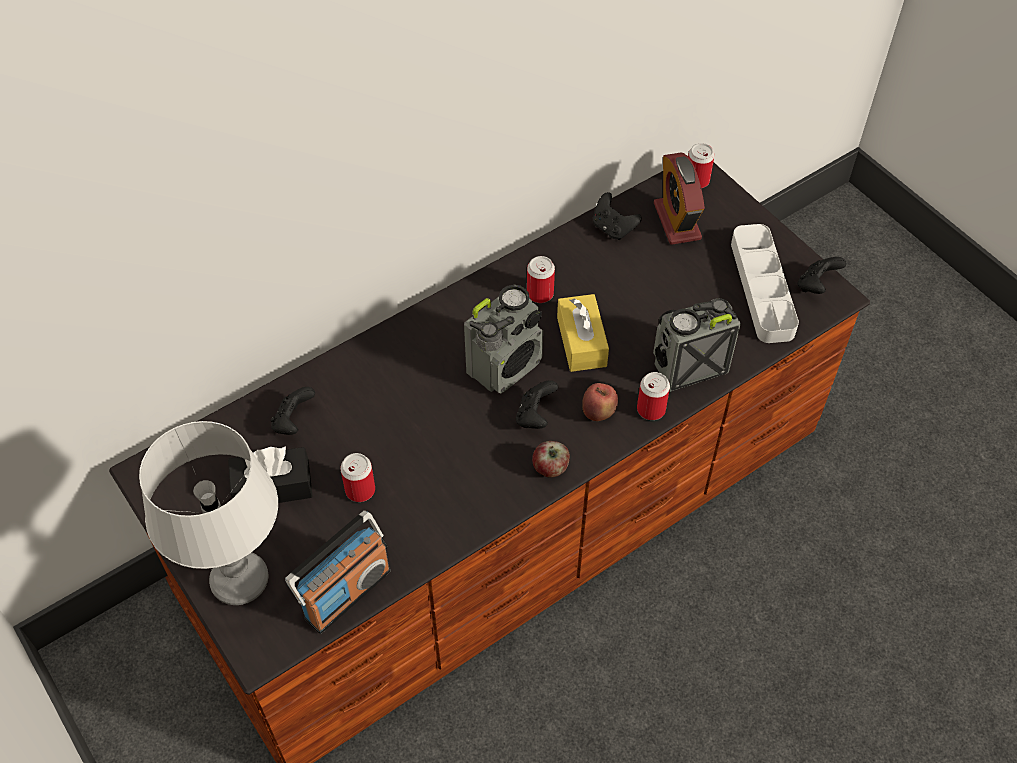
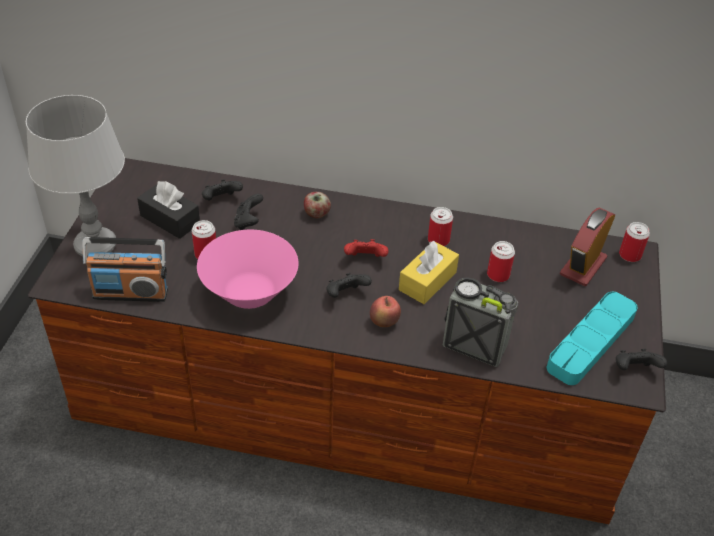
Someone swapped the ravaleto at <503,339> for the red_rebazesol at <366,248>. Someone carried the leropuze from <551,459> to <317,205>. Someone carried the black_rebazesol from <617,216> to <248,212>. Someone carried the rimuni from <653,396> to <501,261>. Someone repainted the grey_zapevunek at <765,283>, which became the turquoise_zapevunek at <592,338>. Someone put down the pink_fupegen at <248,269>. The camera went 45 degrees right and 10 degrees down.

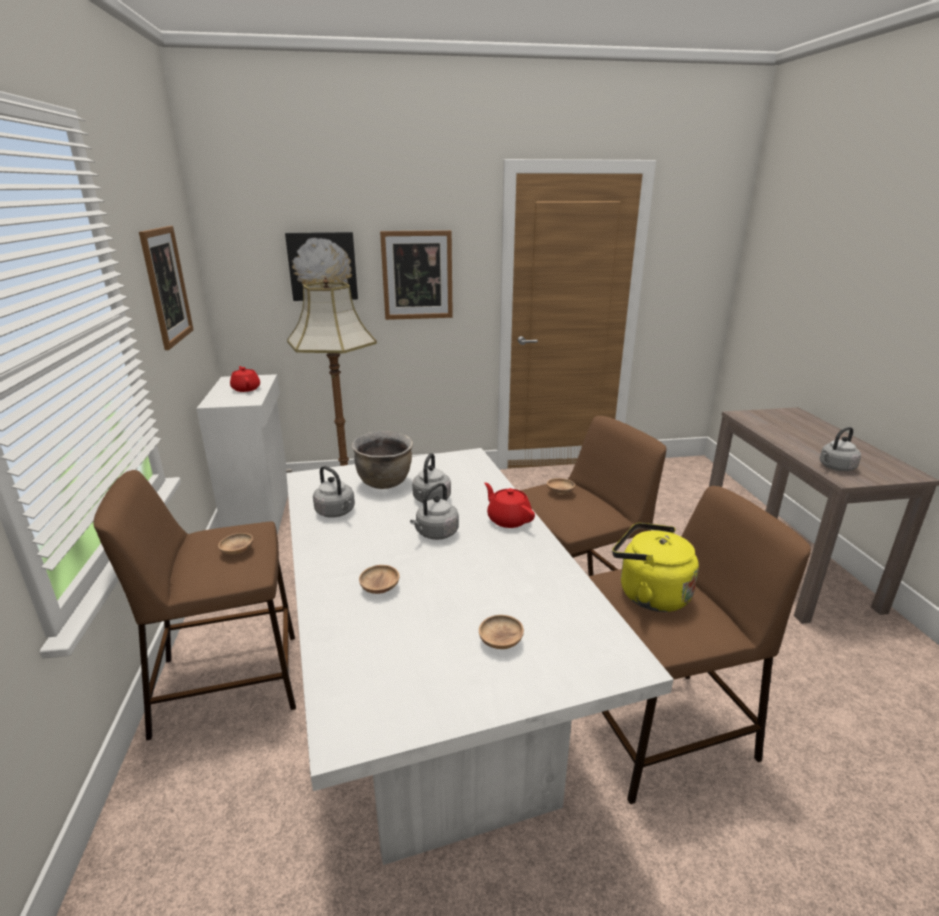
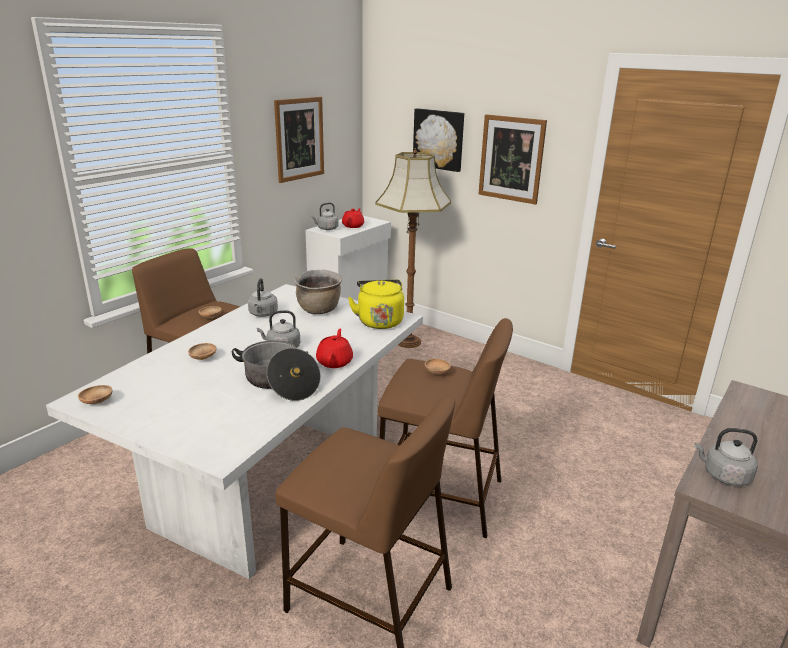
Someone carried the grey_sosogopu from <431,478> to <324,216>. Someone carried the brown_fupegen from <501,632> to <95,394>. Someone carried the yellow_sosogopu from <655,567> to <376,304>. Someone put down the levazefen at <276,370>. The camera went 45 degrees right and 0 degrees up.

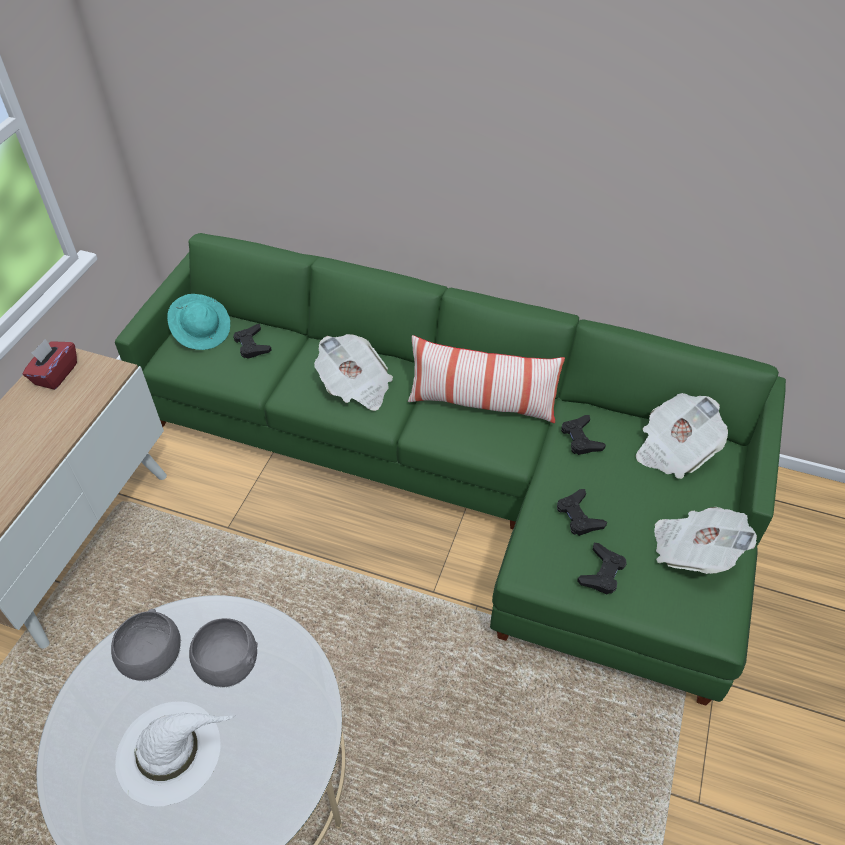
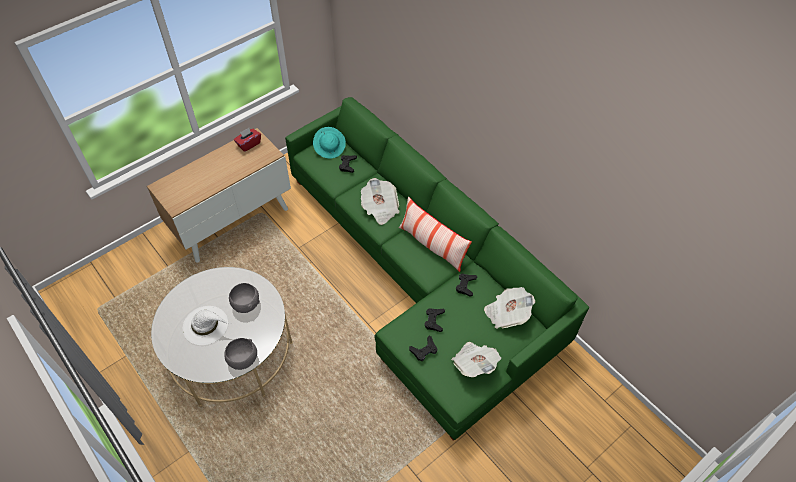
Someone carried the grey_fupegen from <146,644> to <240,354>. The camera went 30 degrees right and 5 degrees up.

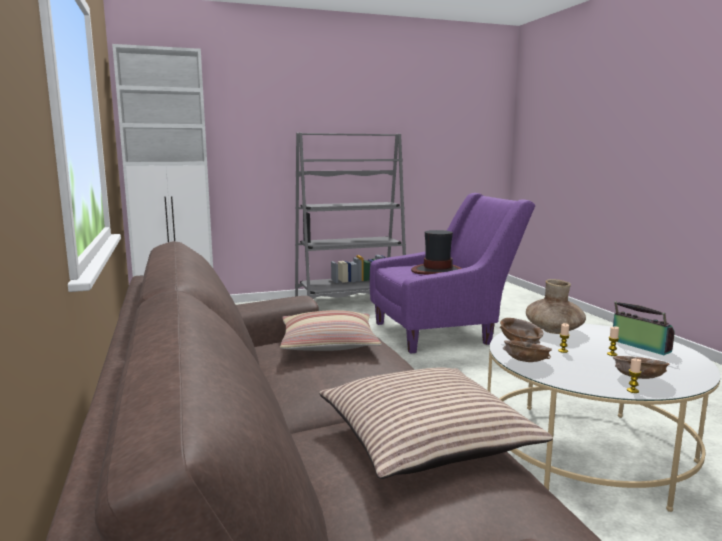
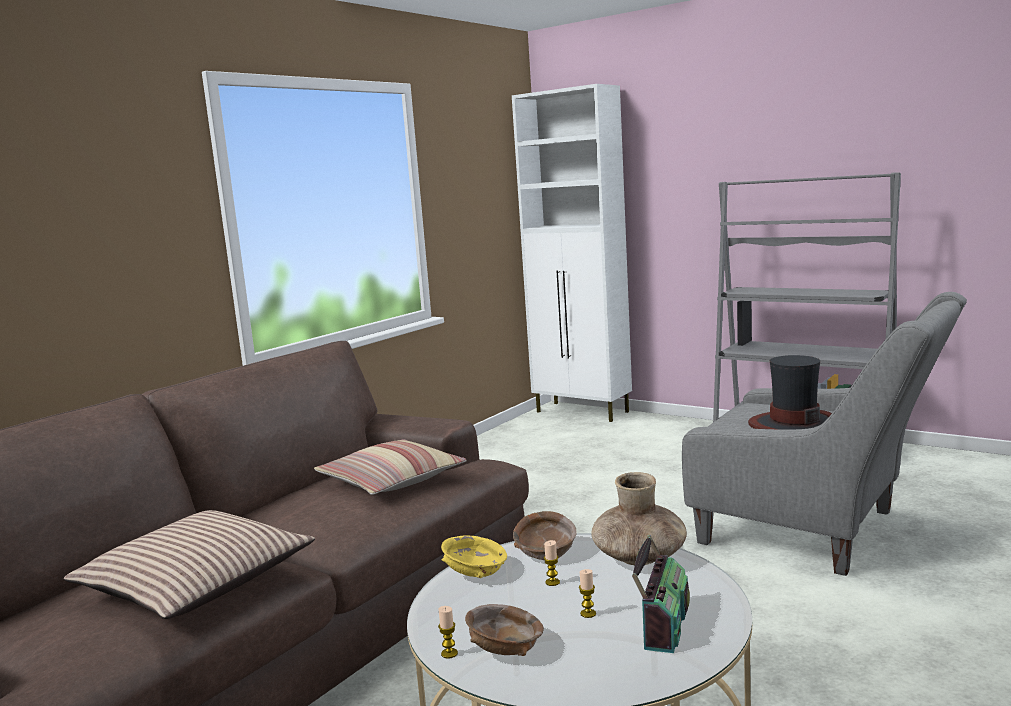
Someone repainted the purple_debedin at <452,273>, which became the grey_debedin at <824,434>. Someone repainted the brown_fupegen at <527,351>, which became the yellow_fupegen at <474,556>. The camera went 55 degrees right and 0 degrees up.

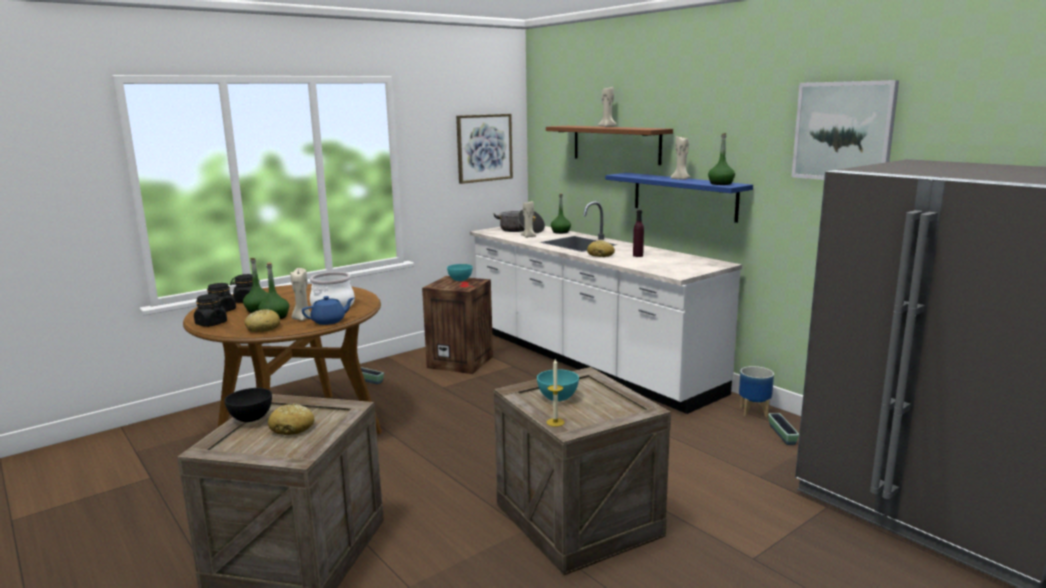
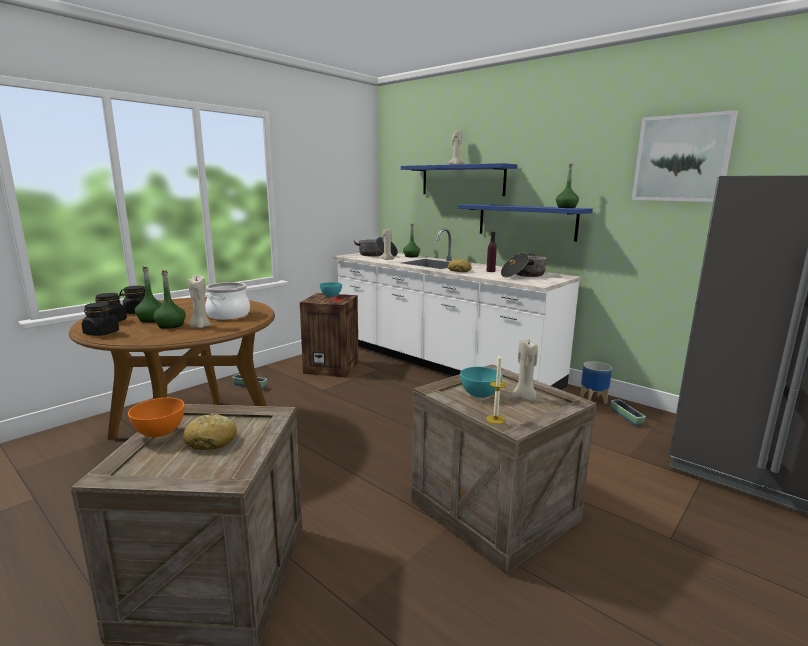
Someone repainted the black_fupegen at <248,405>, which became the orange_fupegen at <156,417>. Someone took away the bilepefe at <262,320>. Someone took away the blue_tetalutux at <328,310>. Someone took away the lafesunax at <484,149>. Someone repainted the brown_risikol at <609,145>, which became the blue_risikol at <459,179>. Someone carried the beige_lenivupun from <680,158> to <524,370>. Someone put down the levazefen at <524,265>. The camera went 10 degrees left and 0 degrees up.

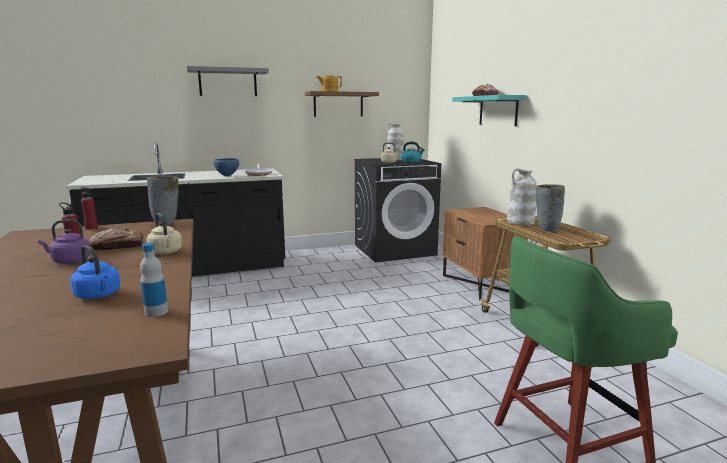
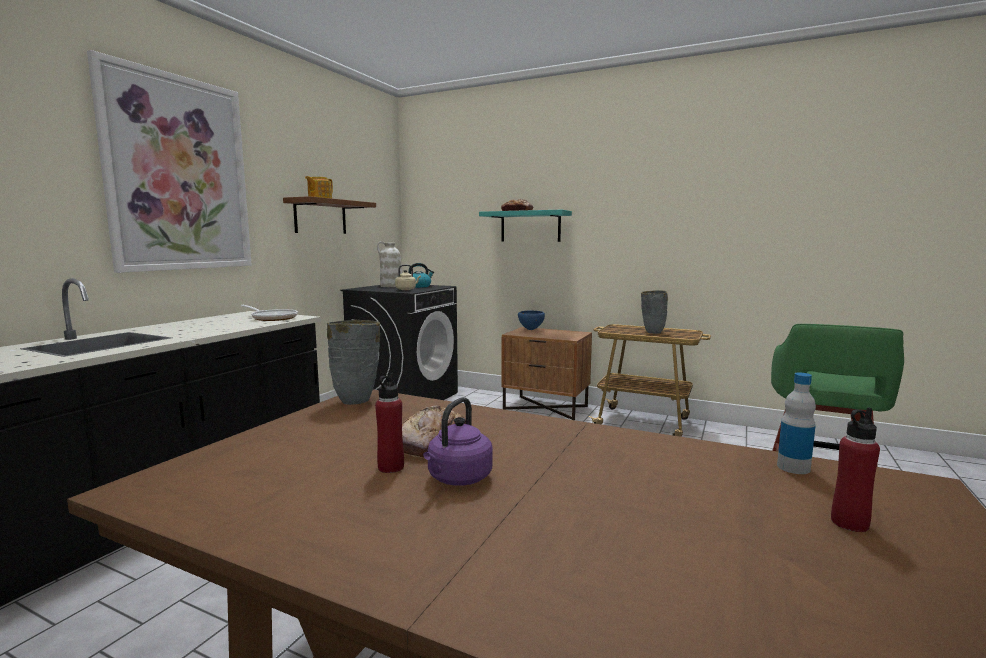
Someone took away the blue_sosogopu at <95,272>. Someone carried the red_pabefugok from <89,208> to <855,470>. Someone took away the beige_sosogopu at <164,233>. Someone swapped the grey_risikol at <228,81> for the lafesunax at <169,161>. Someone carried the blue_fupegen from <226,167> to <531,320>. Someone took away the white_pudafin at <522,196>. The camera went 45 degrees left and 5 degrees down.

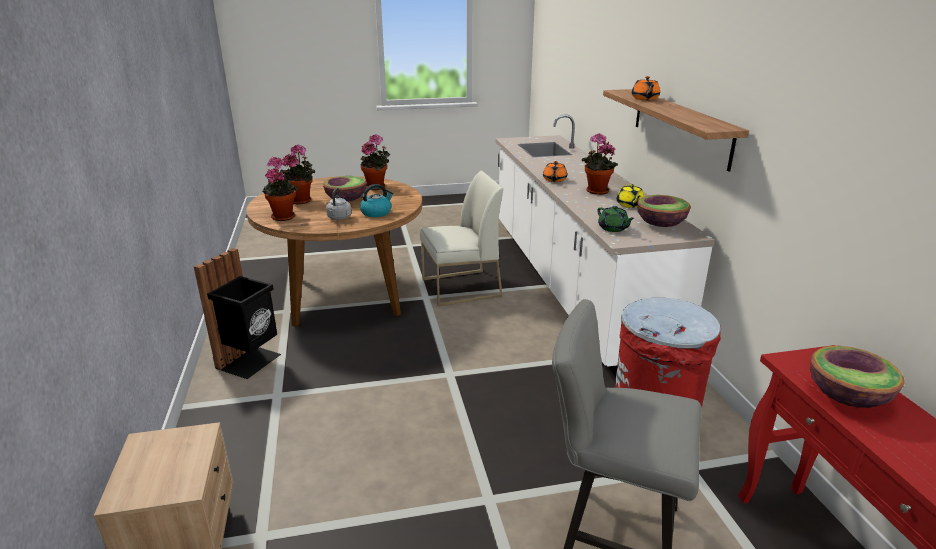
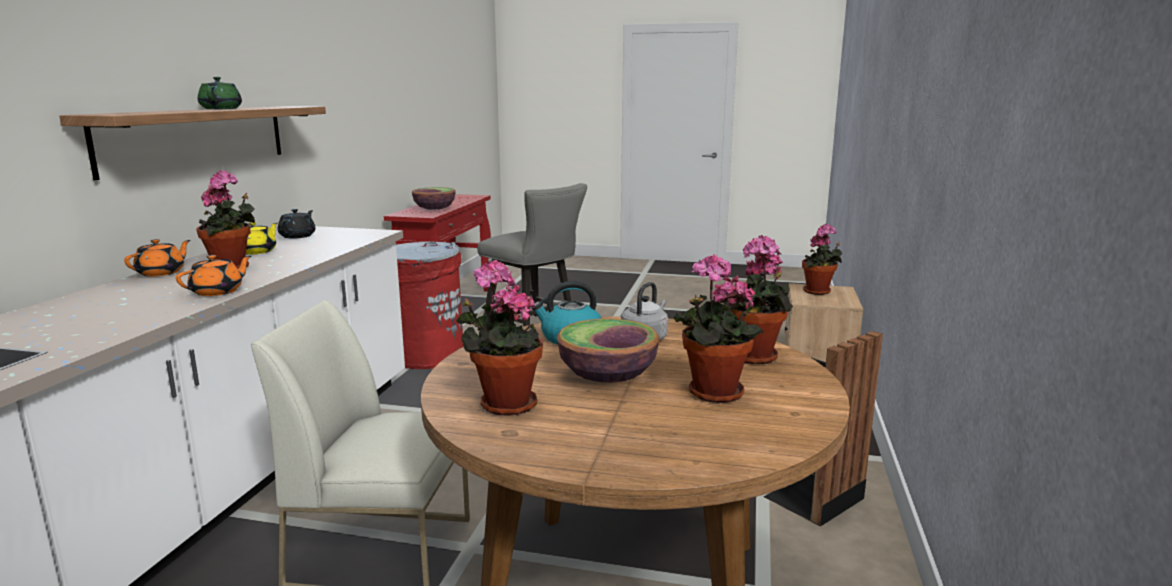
Someone carried the green_tetalutux from <616,219> to <220,93>. Someone carried the orange_tetalutux from <646,88> to <157,258>. Someone swapped the fupegen at <664,211> for the black_tetalutux at <297,224>. Someone put down the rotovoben at <822,259>. The camera went 155 degrees left and 10 degrees down.

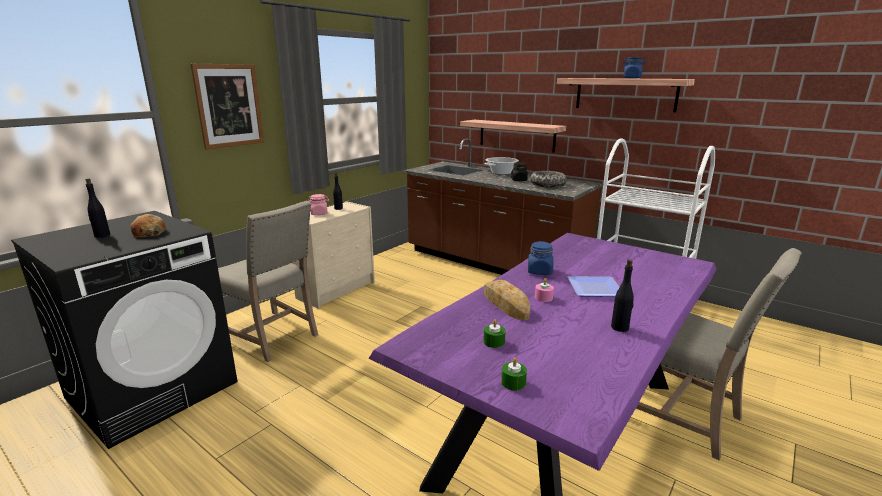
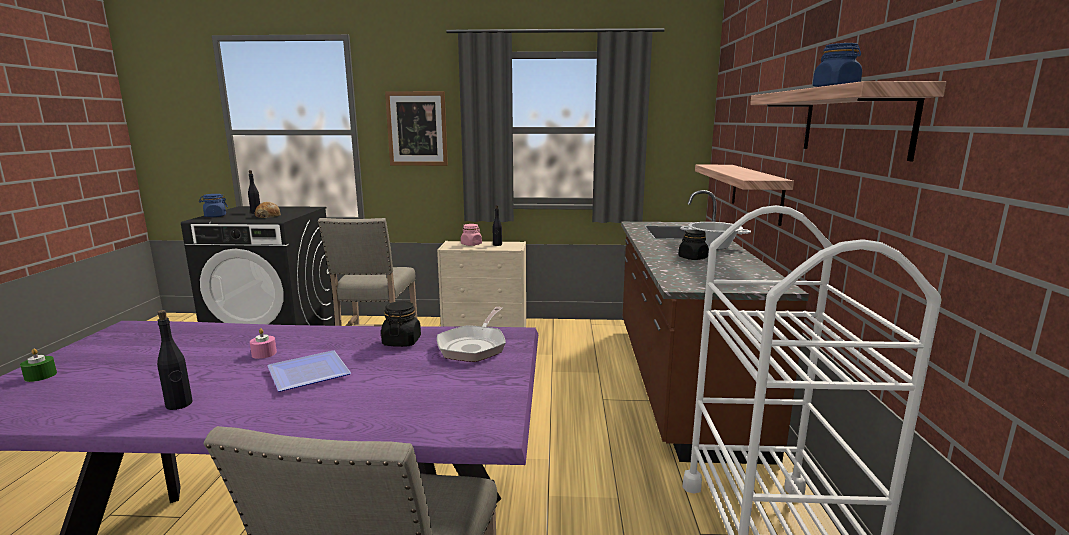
Someone took away the green_lenivupun at <494,333>. Someone took away the bilepefe at <507,300>. Someone carried the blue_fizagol from <541,258> to <213,205>. Someone took away the fupegen at <548,179>. Someone put down the black_fizagol at <401,324>. Someone put down the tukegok at <471,334>. The camera went 55 degrees right and 5 degrees down.

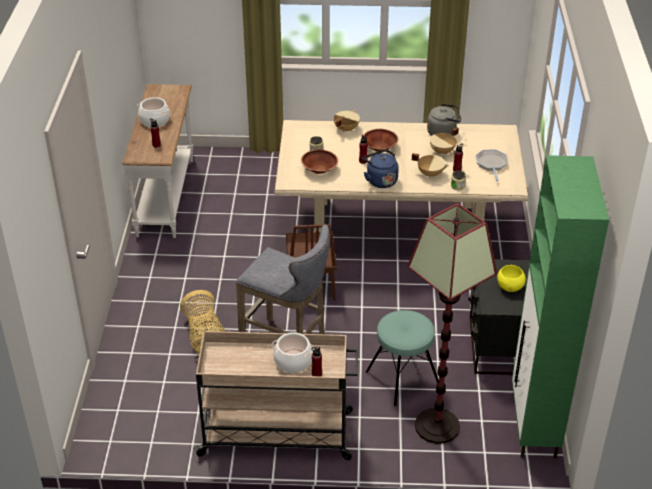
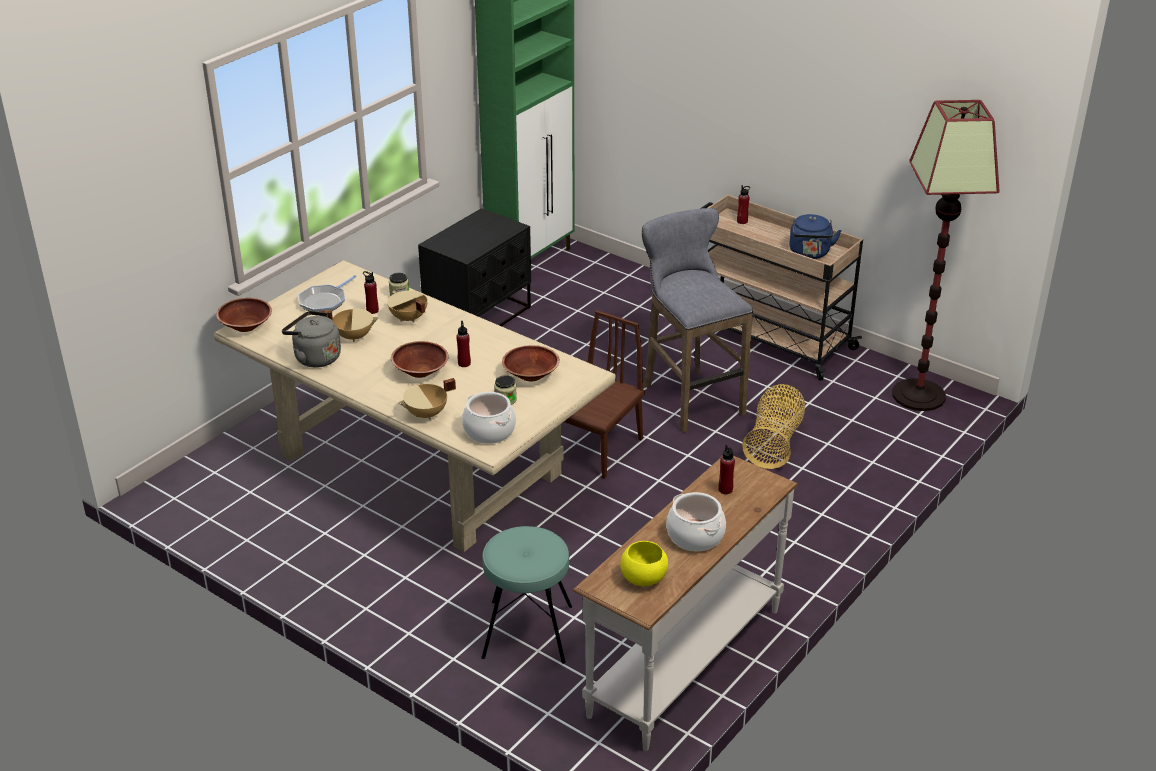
Someone carried the levazefen from <293,352> to <489,418>. Someone carried the blue_sosogopu from <380,168> to <815,236>. Someone carried the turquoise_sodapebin from <402,358> to <526,595>. Someone carried the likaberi from <452,323> to <946,255>. Someone carried the yellow_fupegen from <511,278> to <644,563>. Someone put down the brown_fupegen at <244,315>. The camera went 145 degrees left and 5 degrees down.

